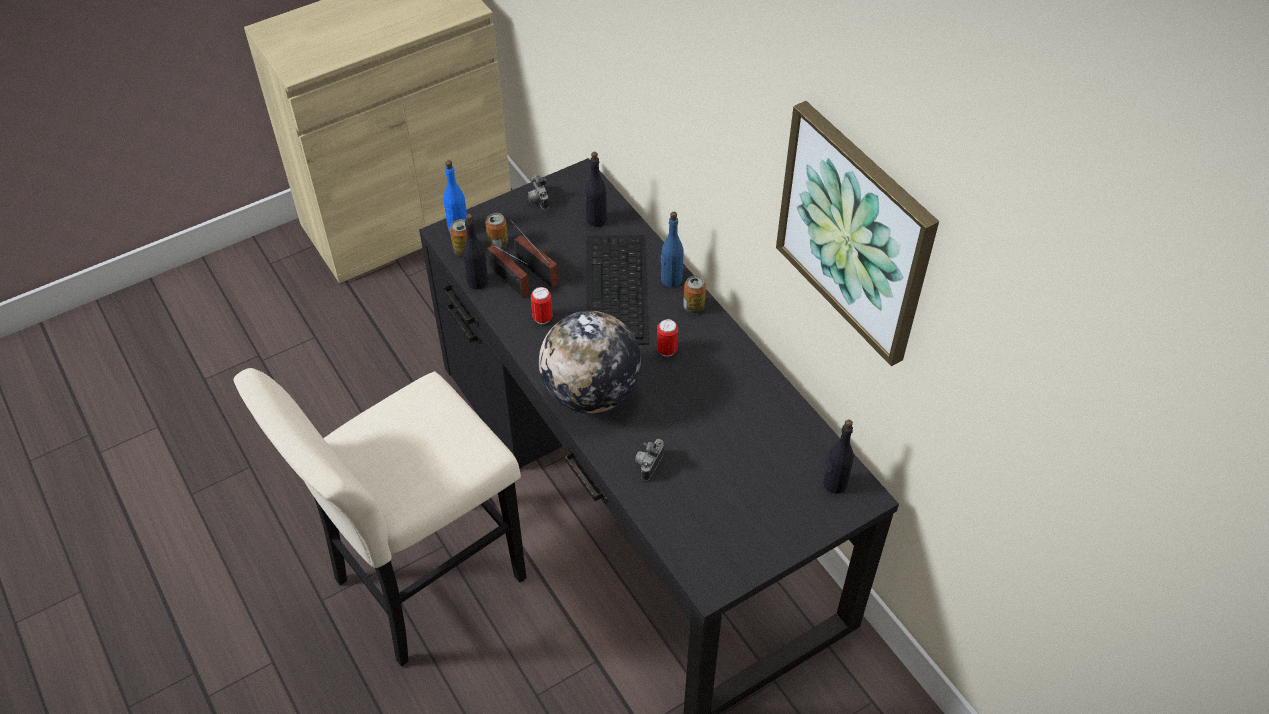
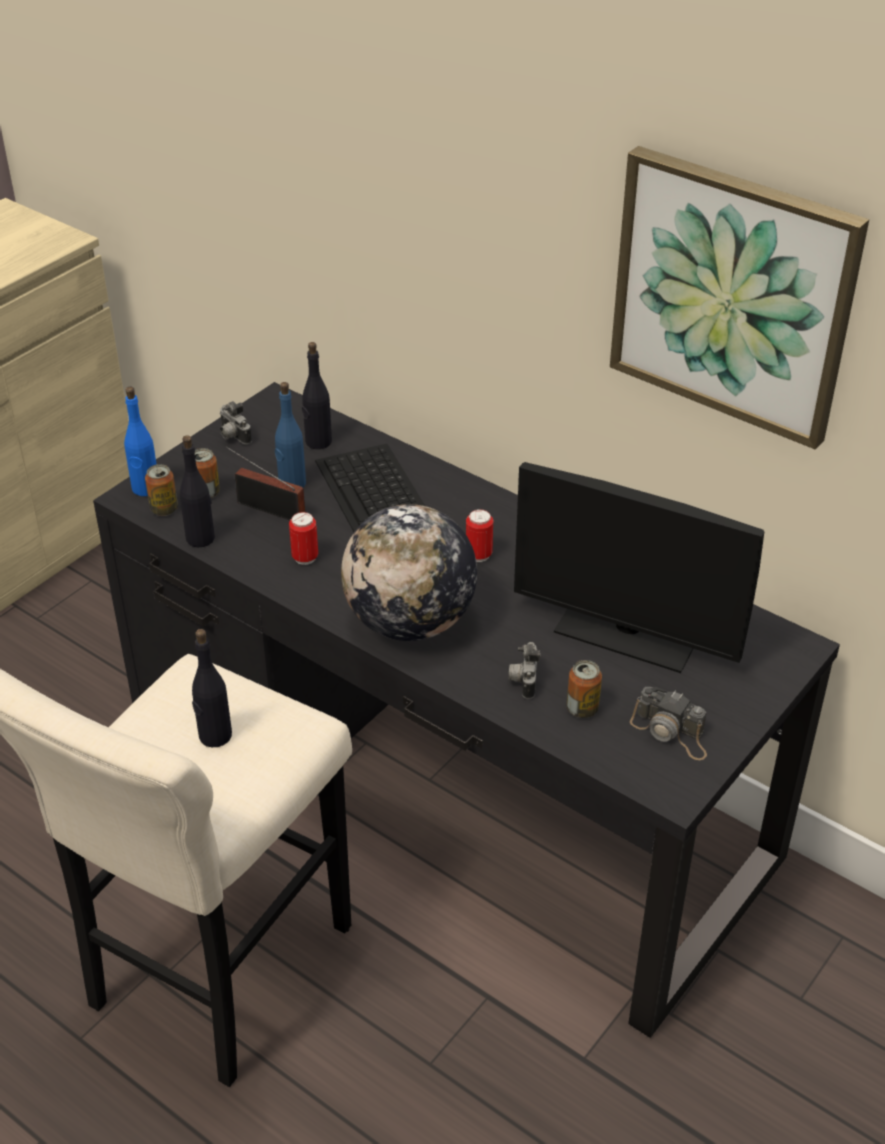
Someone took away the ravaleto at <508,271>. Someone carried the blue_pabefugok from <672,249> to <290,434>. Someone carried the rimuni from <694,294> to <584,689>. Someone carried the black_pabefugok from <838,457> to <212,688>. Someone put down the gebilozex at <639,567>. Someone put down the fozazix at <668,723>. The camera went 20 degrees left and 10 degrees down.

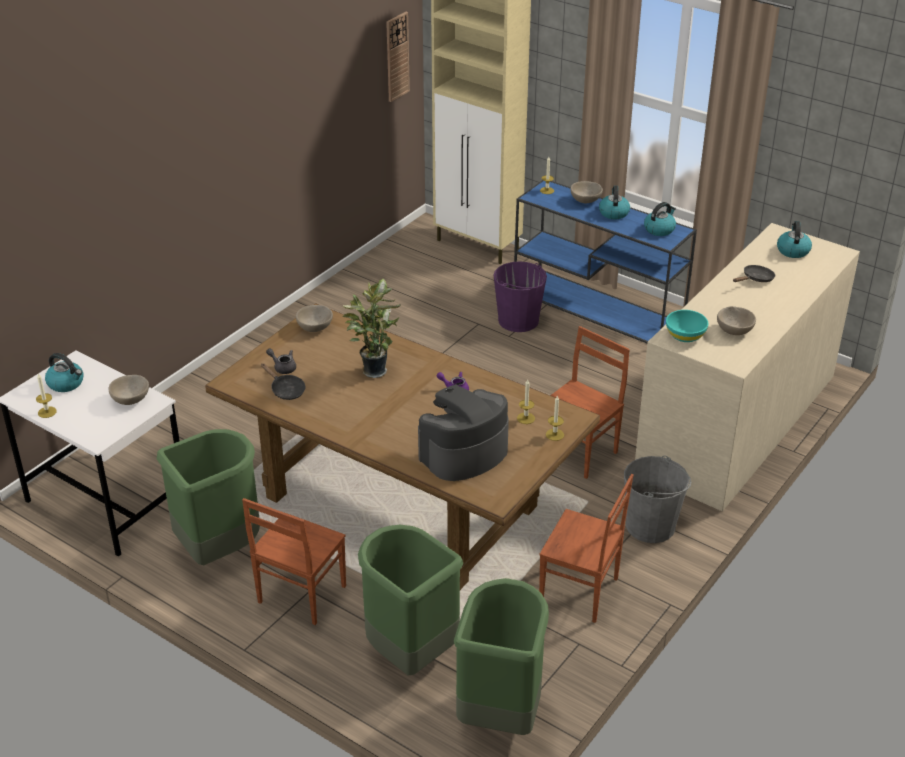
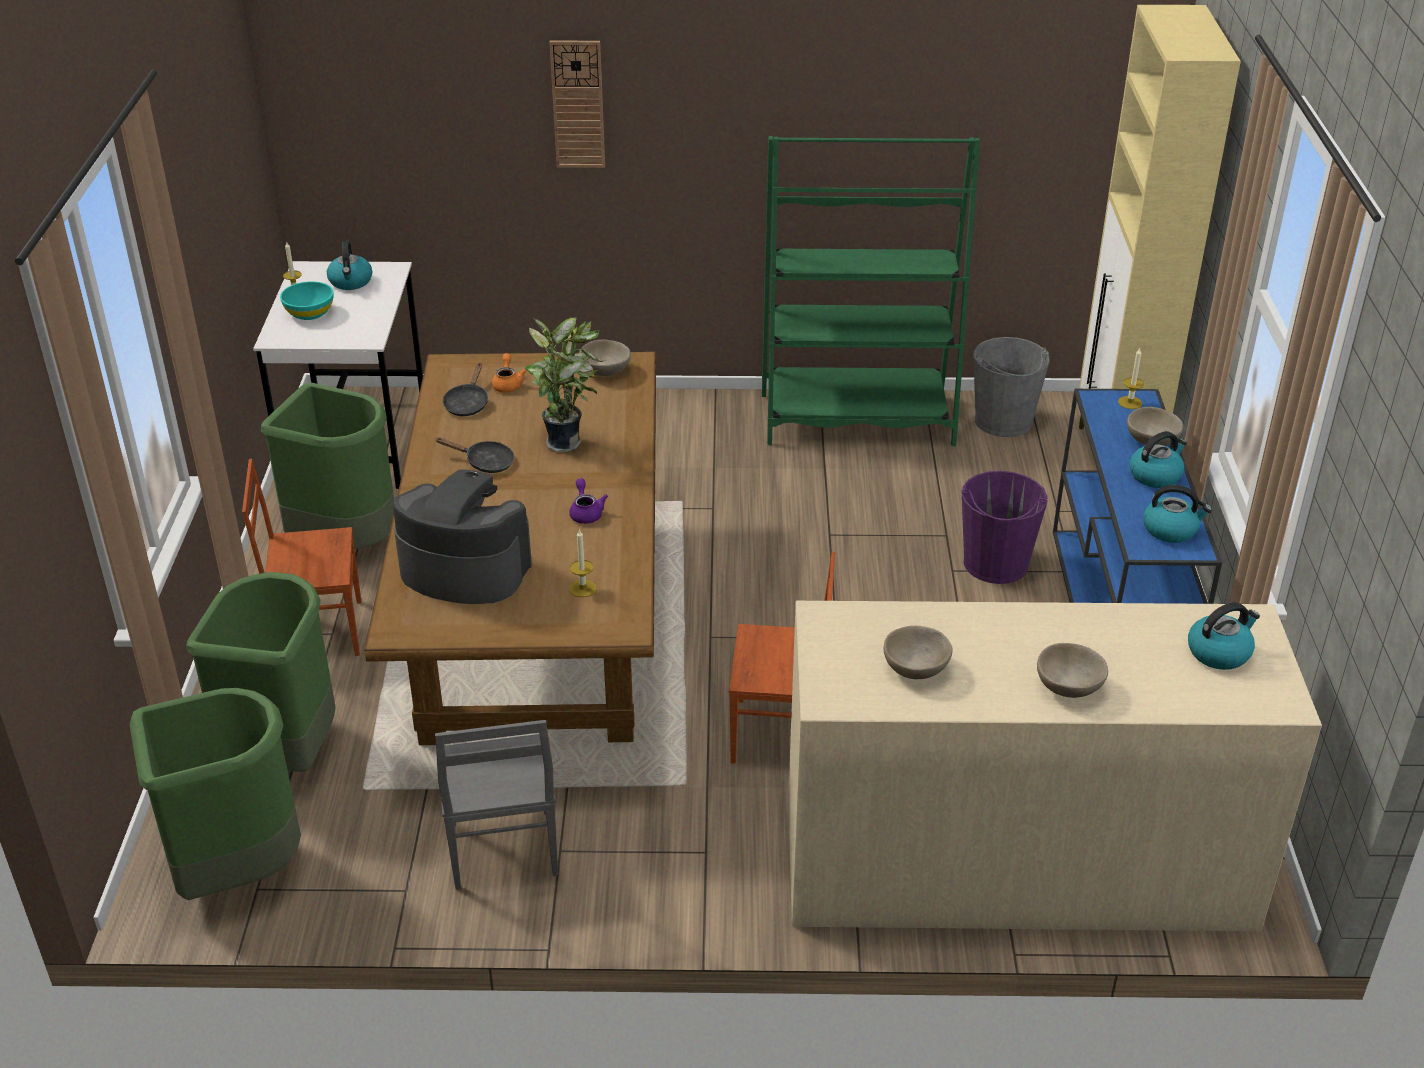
Someone carried the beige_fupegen from <129,390> to <1072,670>. Someone repainted the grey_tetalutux at <281,361>, which became the orange_tetalutux at <509,373>. Someone carried the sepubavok from <398,57> to <577,104>. Someone repainted the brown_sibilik at <586,548>, which became the grey_sibilik at <496,805>. Someone took away the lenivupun at <555,418>. Someone carried the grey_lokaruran from <657,499> to <1012,387>. Someone carried the turquoise_fupegen from <687,326> to <307,300>. Someone carried the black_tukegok from <754,273> to <474,455>. Someone put down the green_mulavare at <871,291>. The camera went 55 degrees right and 0 degrees up.

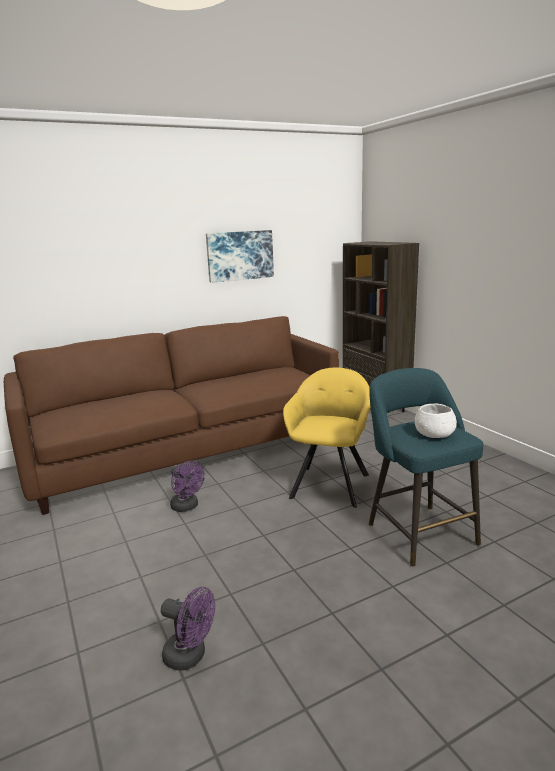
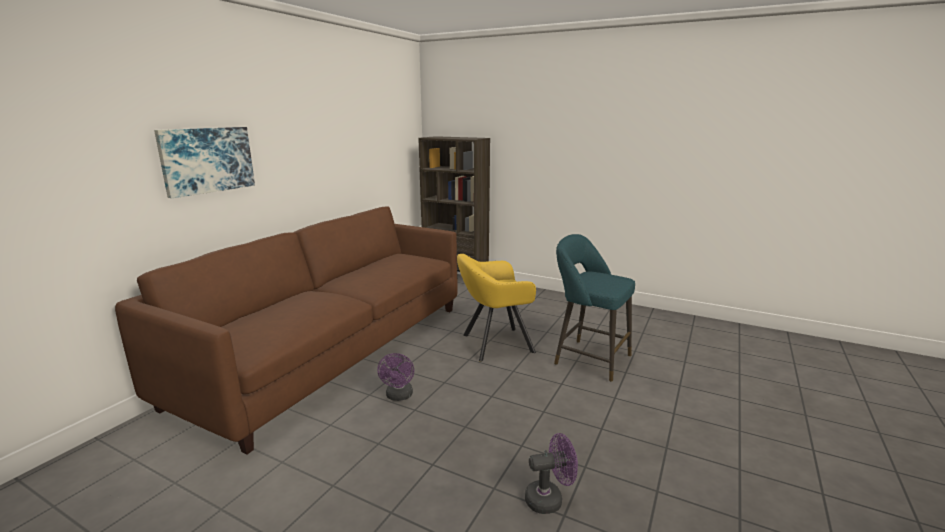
Someone rotated the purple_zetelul at <187,486> by 75 degrees clockwise. Someone carried the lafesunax from <240,256> to <204,162>. Someone rotated the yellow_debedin at <326,437> by 90 degrees counterclockwise. Someone took away the white_fupegen at <436,421>. The camera went 35 degrees left and 0 degrees up.

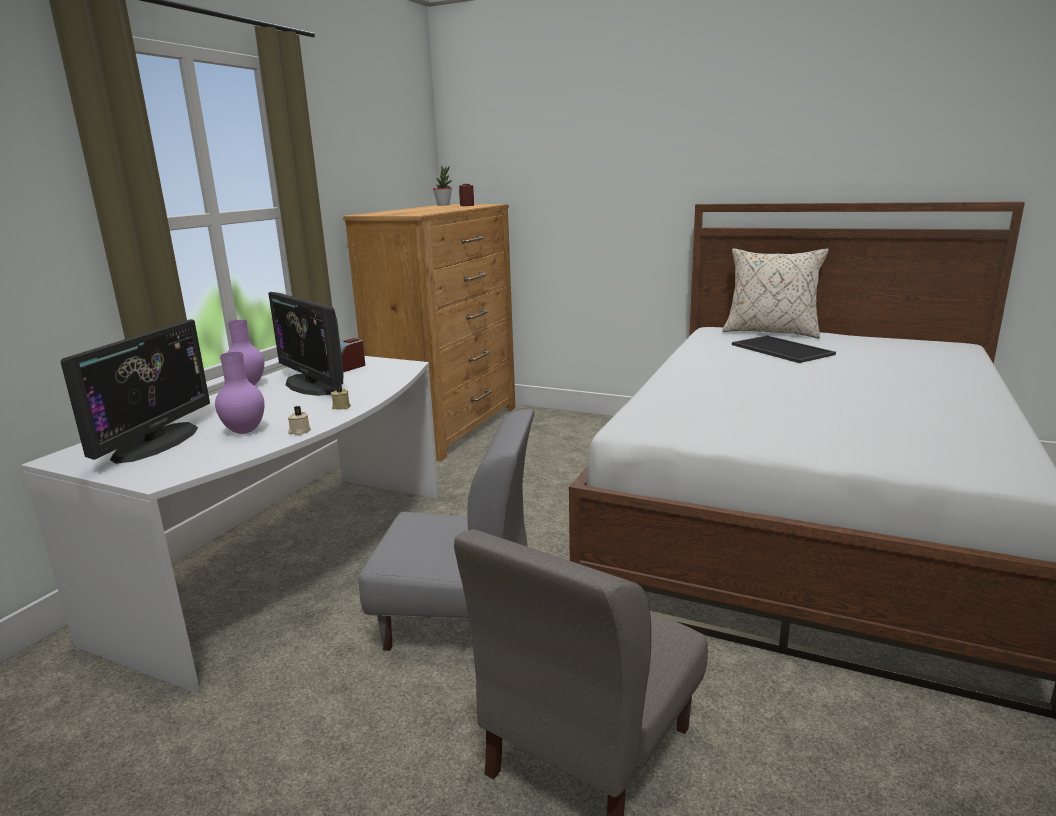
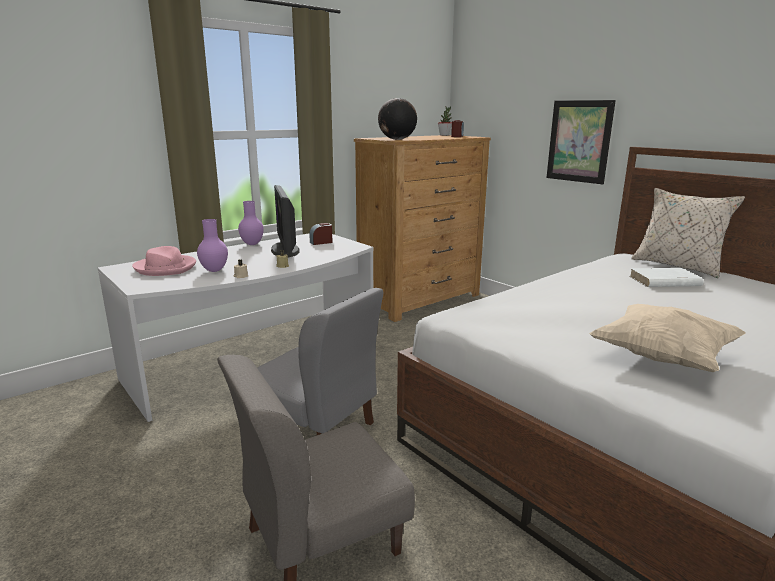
Someone swapped the gebilozex at <135,391> for the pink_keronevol at <164,261>. Someone swapped the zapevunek at <784,349> for the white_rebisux at <666,277>. Someone put down the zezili at <397,119>. Someone put up the lafesunax at <581,142>. Someone put down the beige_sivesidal at <667,338>. The camera went 25 degrees right and 0 degrees up.

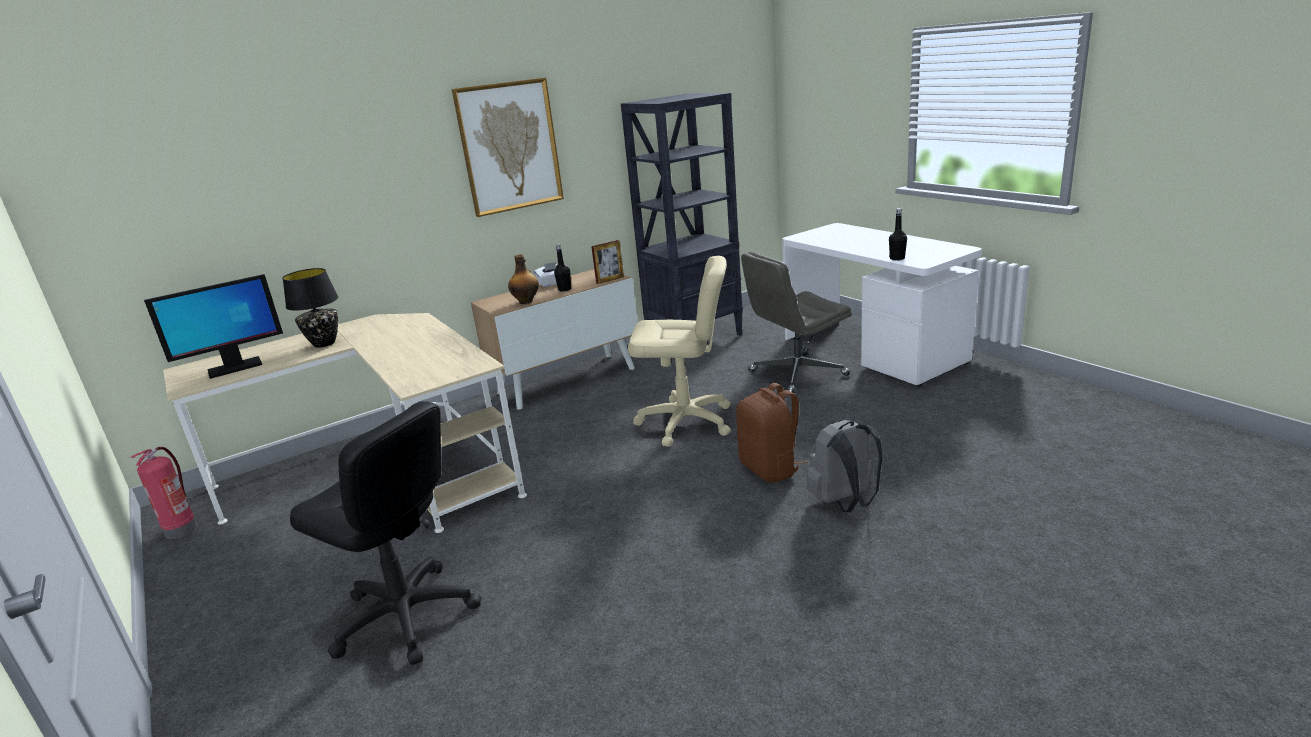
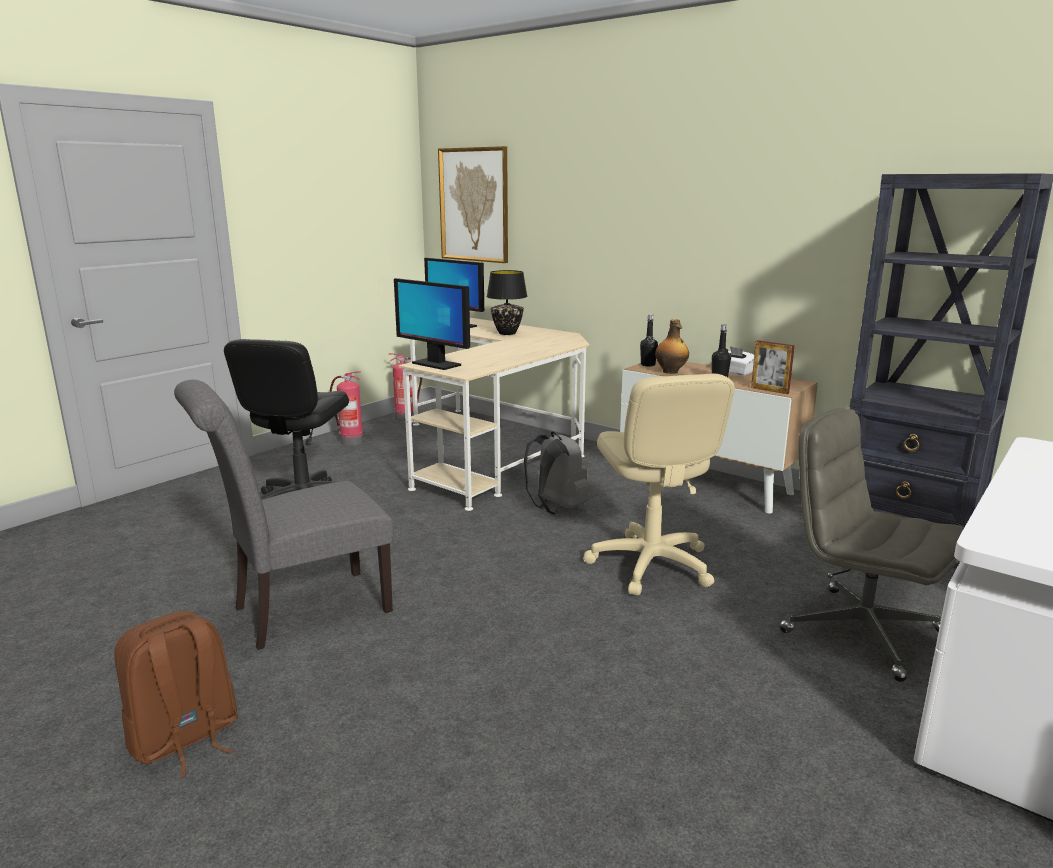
Someone carried the lafesunax from <508,147> to <473,204>. Someone carried the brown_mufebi from <772,432> to <176,694>. Someone carried the grey_mufebi from <844,466> to <556,473>. Someone carried the black_pabefugok from <898,234> to <649,340>. Someone put down the grey_sibilik at <284,515>. Someone put down the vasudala at <346,408>. Someone put down the gebilozex at <432,324>. The camera went 70 degrees right and 5 degrees down.

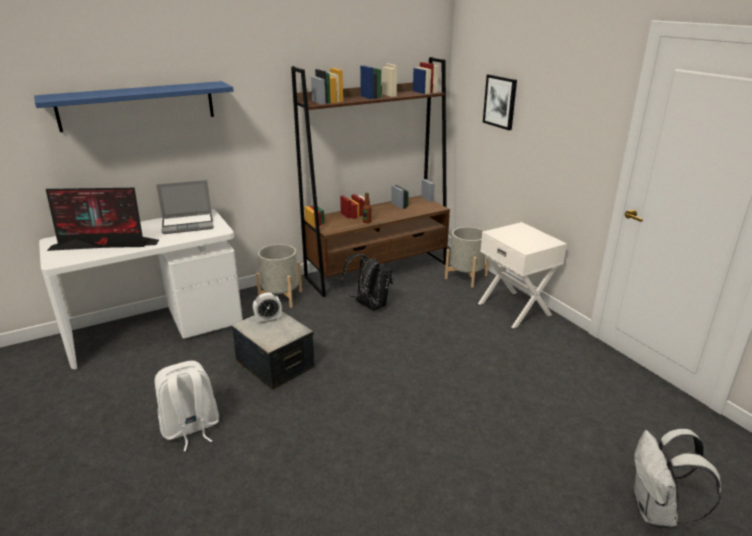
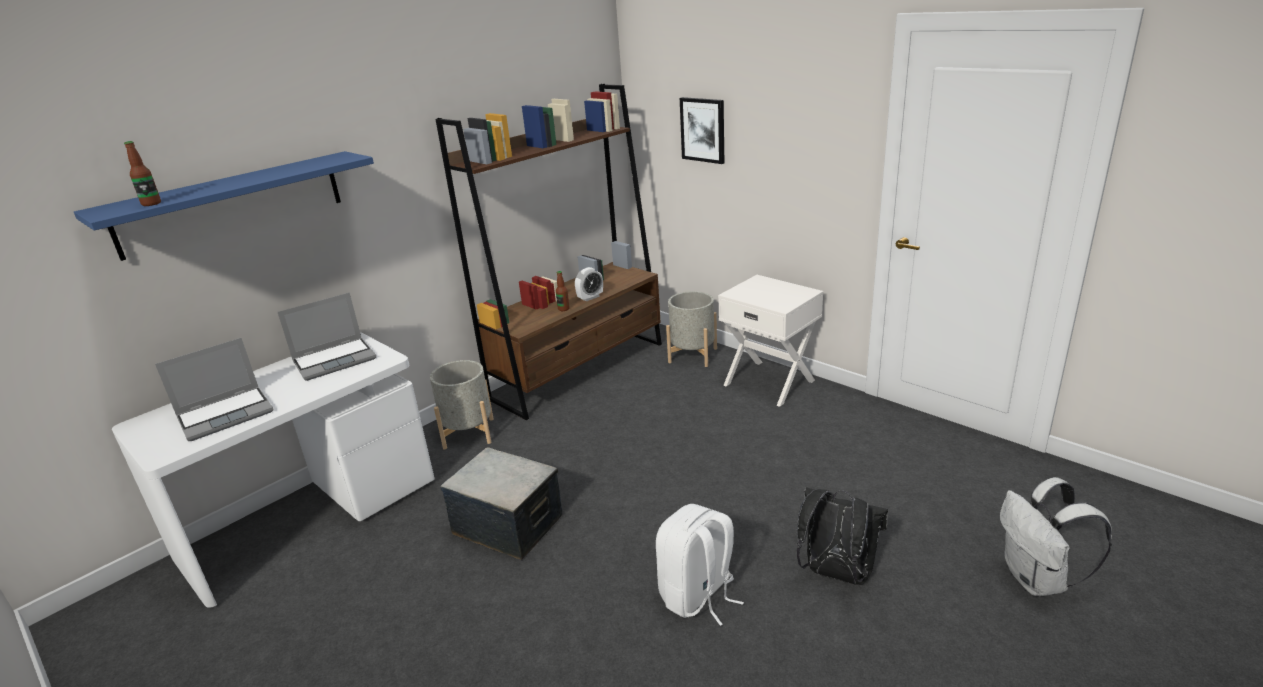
Someone swapped the gebilozex at <102,219> for the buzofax at <214,389>. Someone carried the white_mufebi from <187,406> to <700,565>. Someone carried the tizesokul from <267,307> to <589,284>. Someone carried the black_mufebi from <367,282> to <842,536>. Someone put down the pabefugok at <142,173>. The camera went 15 degrees left and 0 degrees up.

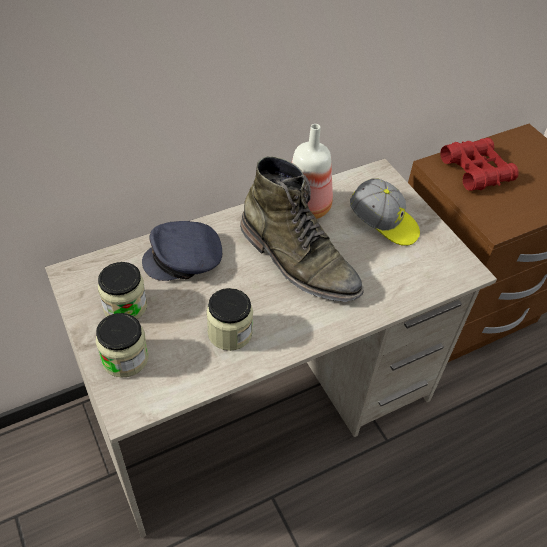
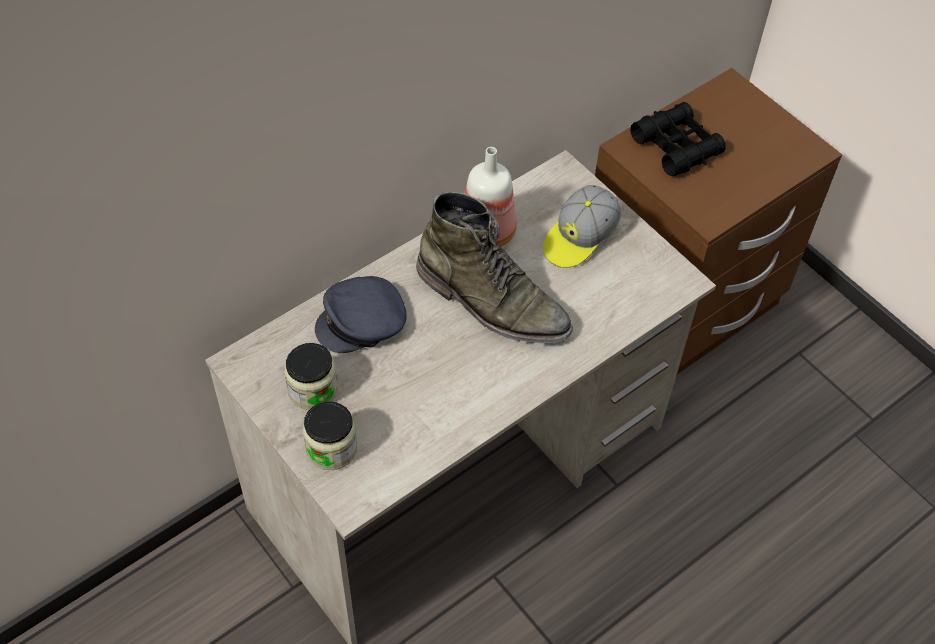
Someone took away the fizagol at <229,319>. Someone rotated the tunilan at <385,212> by 105 degrees clockwise. Someone repainted the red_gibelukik at <479,164>, which became the black_gibelukik at <678,139>. The camera went 10 degrees left and 5 degrees up.

